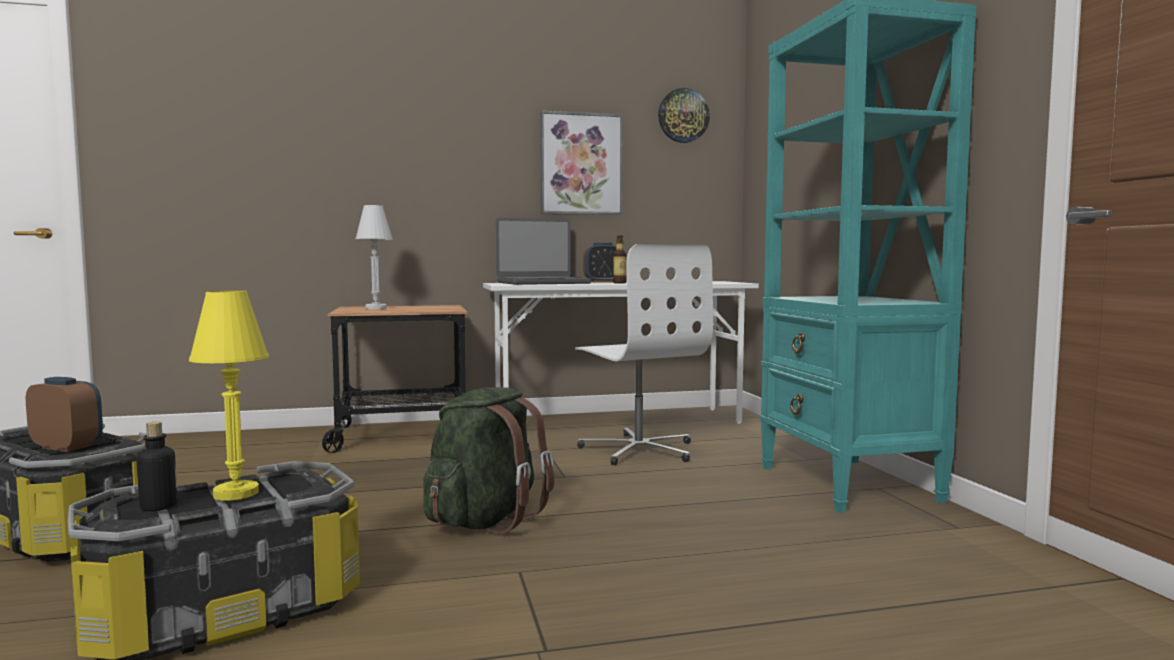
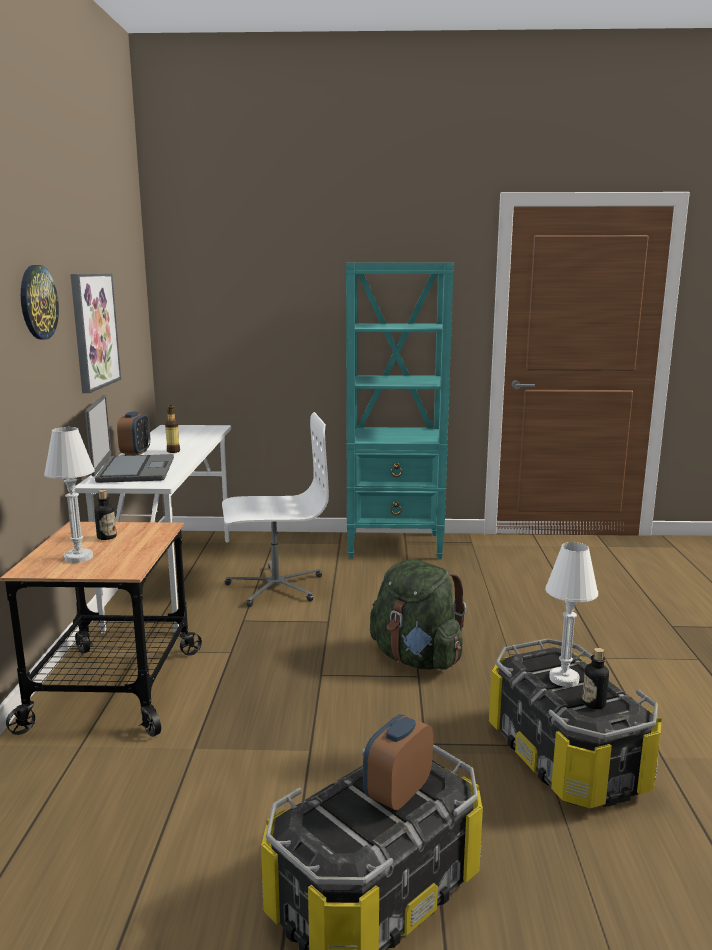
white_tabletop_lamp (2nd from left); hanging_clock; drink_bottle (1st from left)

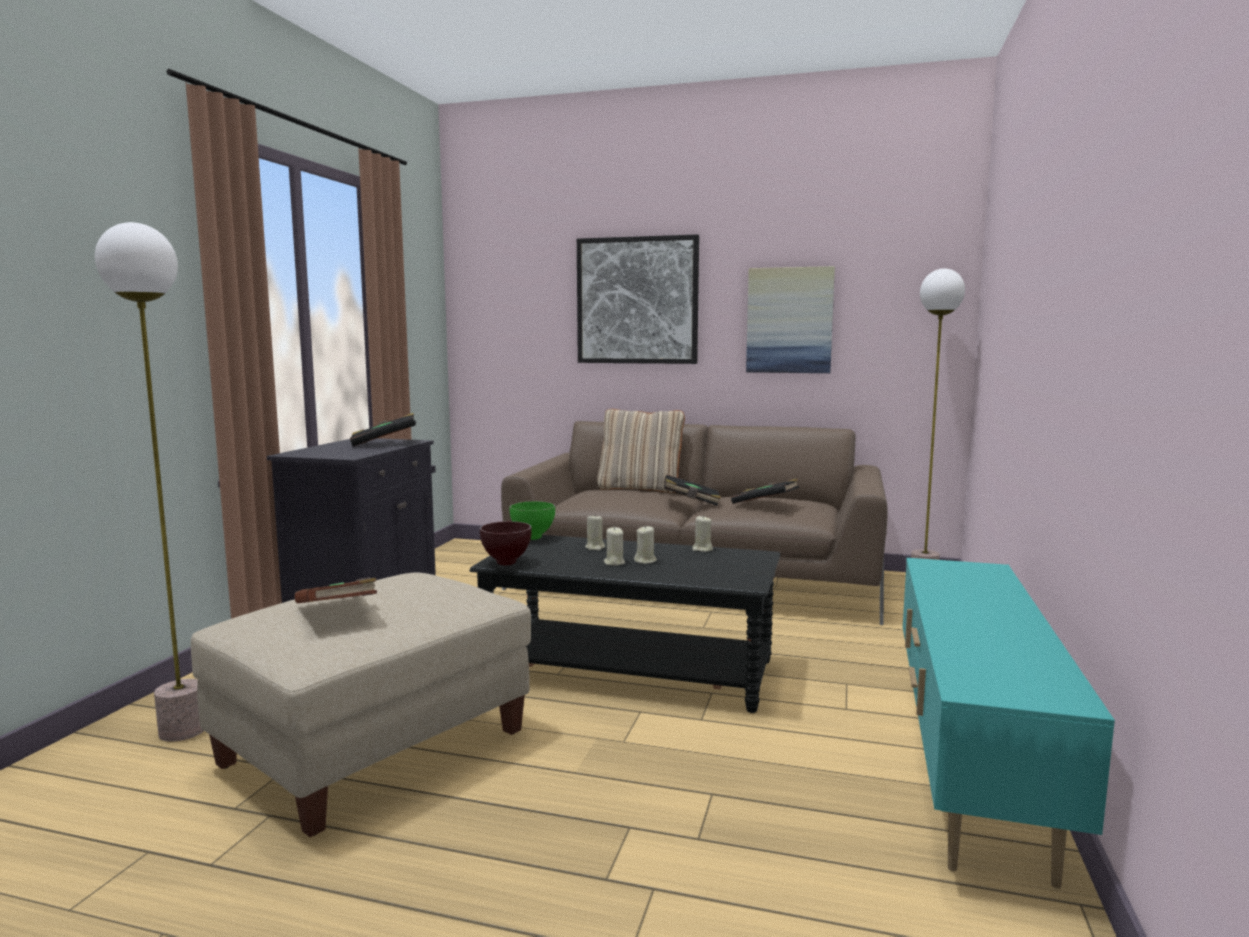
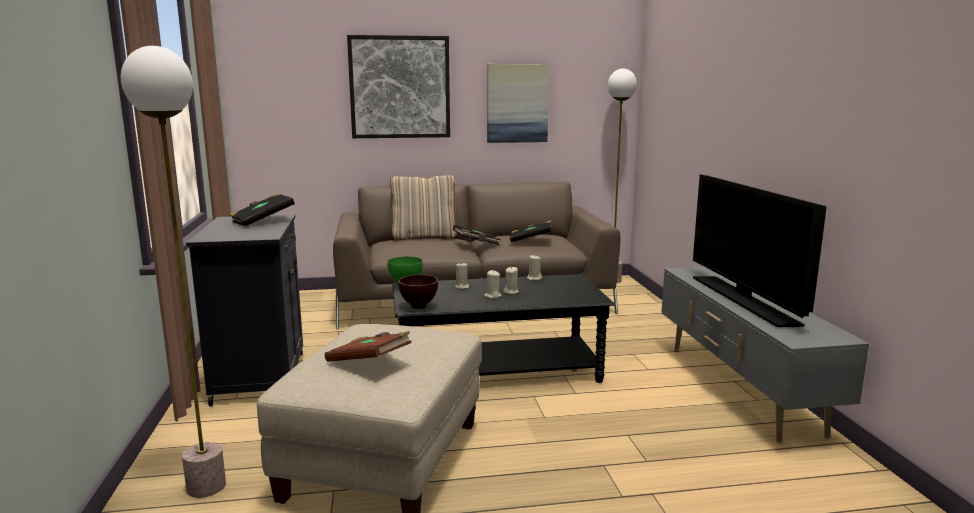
gray_tv_stand; TV_set

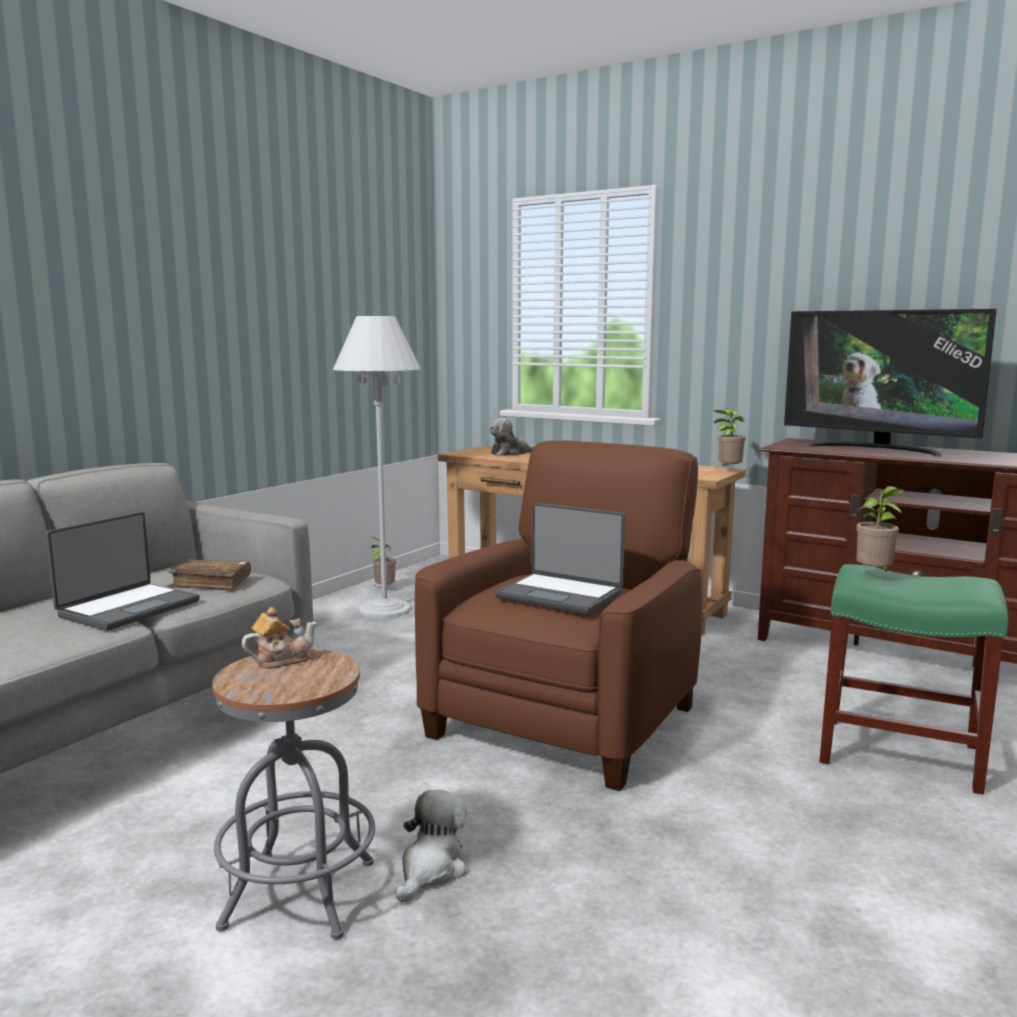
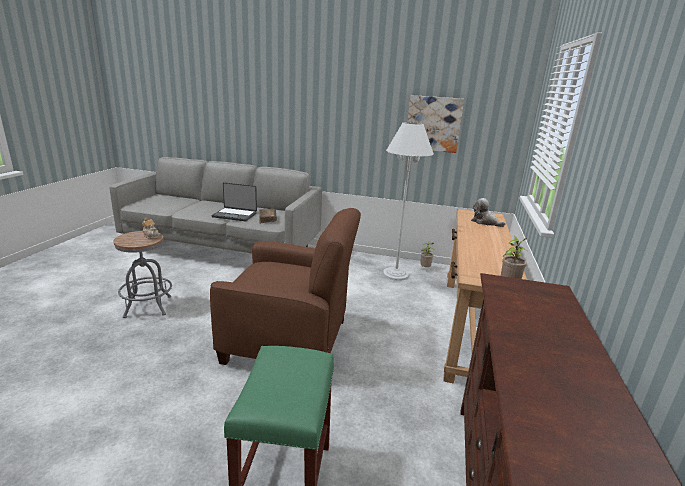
cuddly_toy (1st from left in the first image); portable_computer (2nd from left in the first image); TV_set; houseplant (3rd from left in the first image); picture

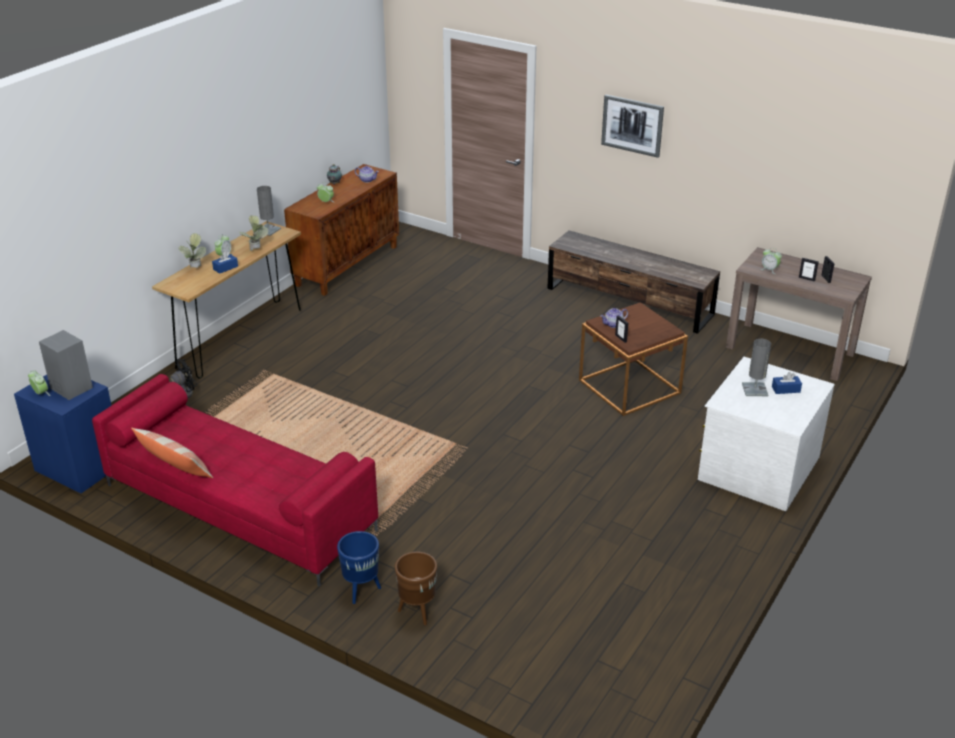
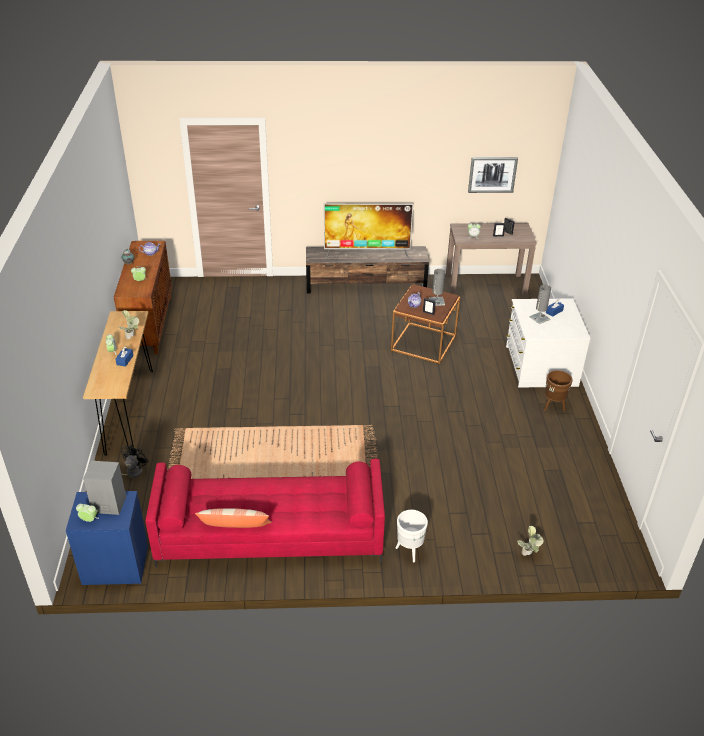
houseplant (2nd from left); gray_tabletop_lamp (1st from left); white_plant_pot; brown_plant_pot; picture; TV_set

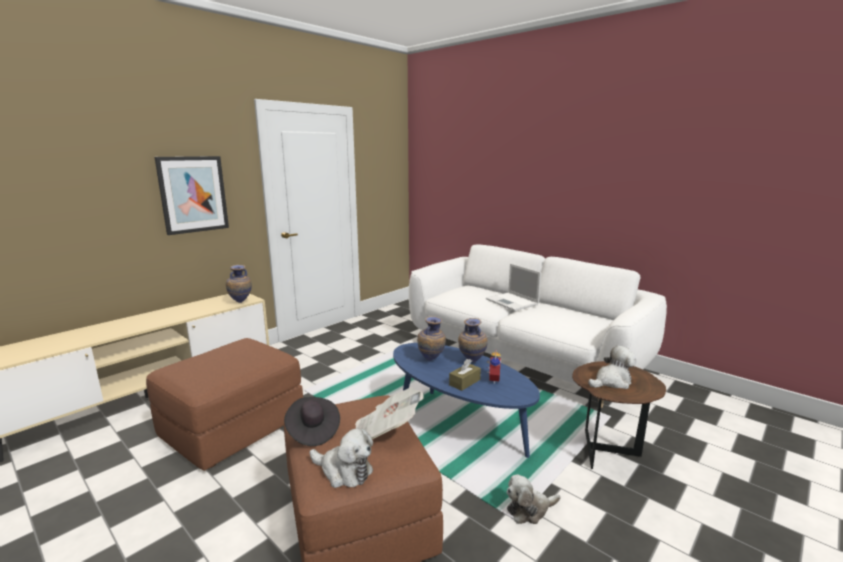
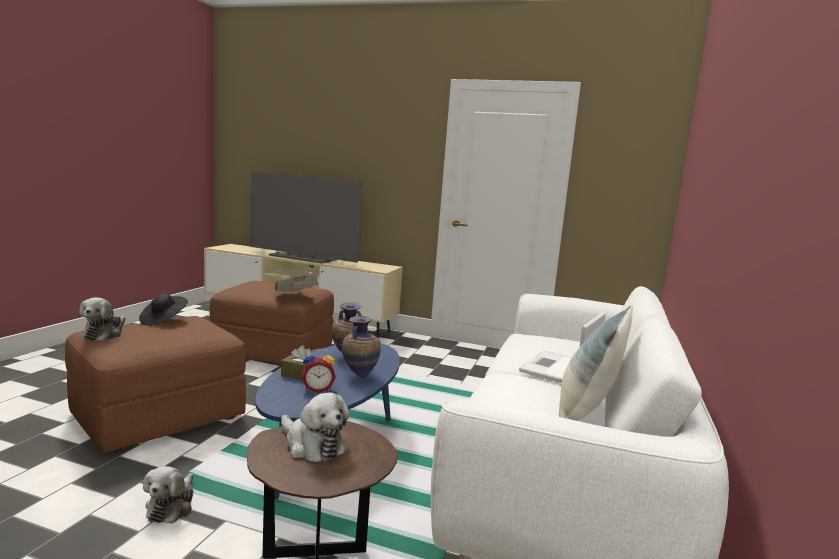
picture; vase (1st from left in the first image); daily_paper; cuddly_toy (2nd from left); TV_set; cushion

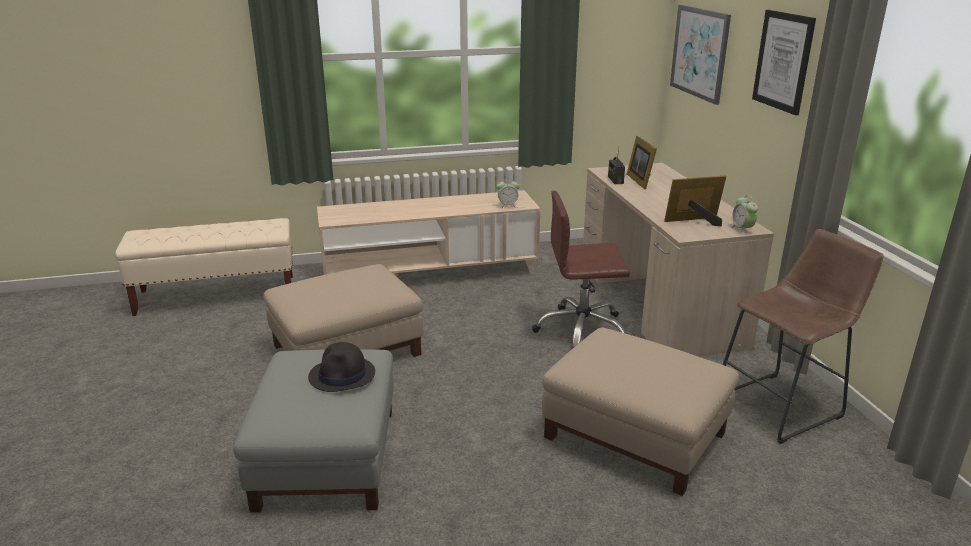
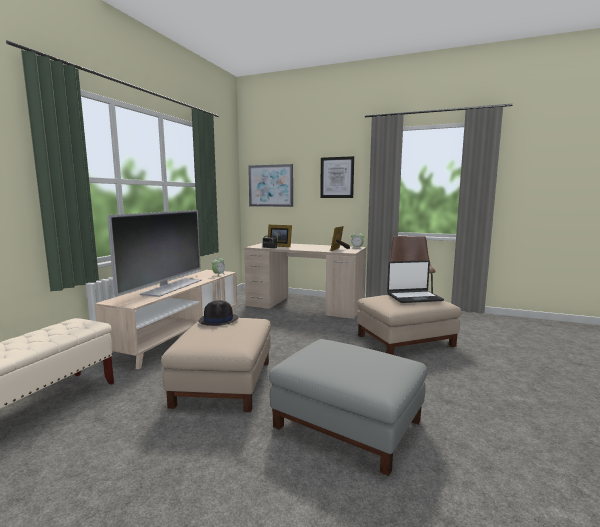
blackish_clothing_hat; brown_desk_chair; TV_set; portable_computer

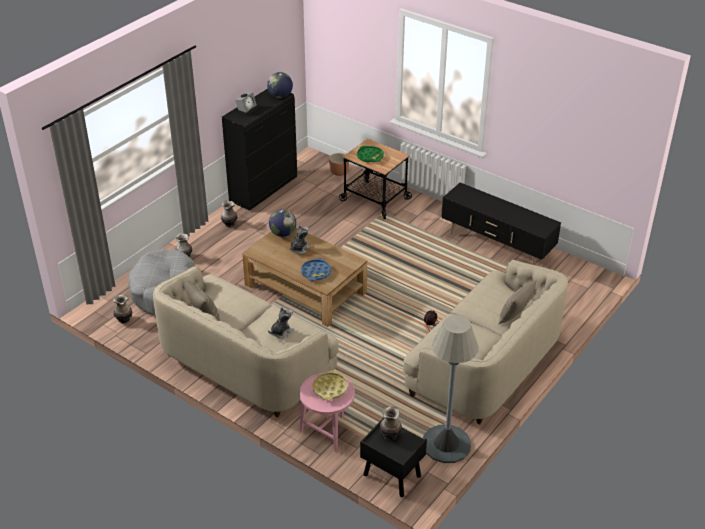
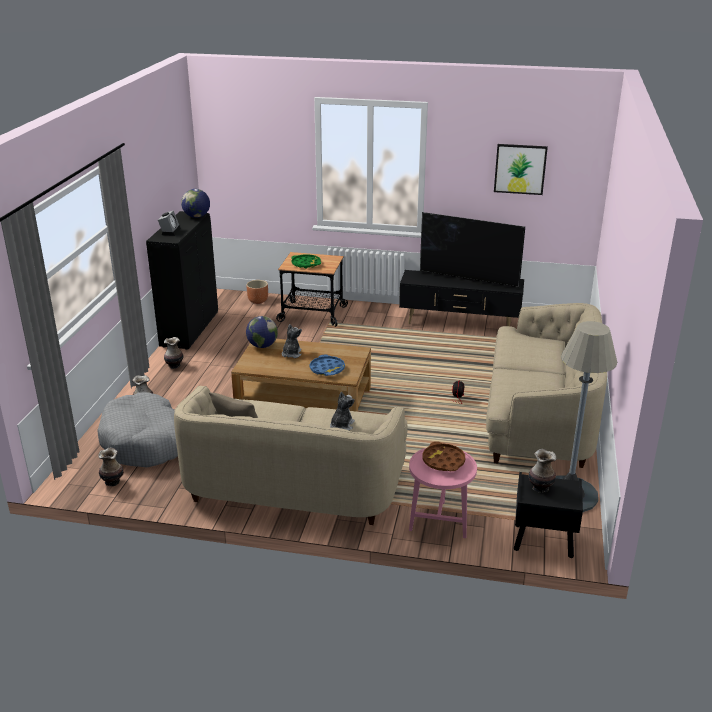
brown_tray; beige-coloured_cushion (2nd from left in the first image); TV_set; picture

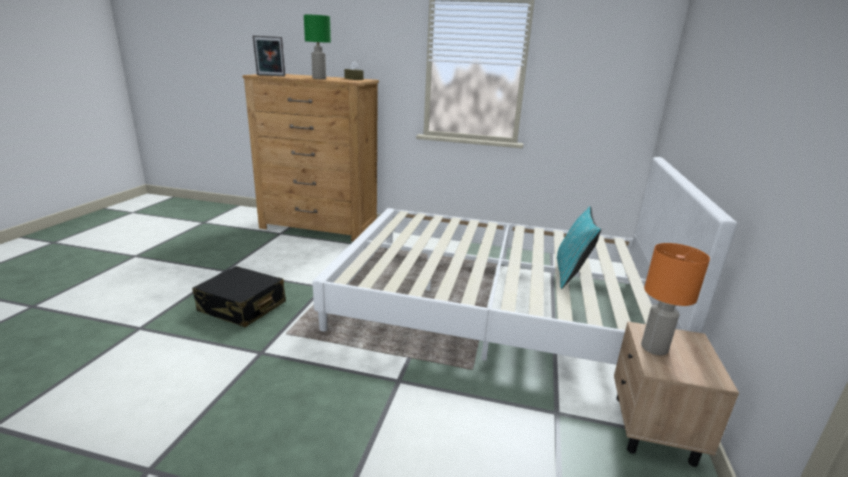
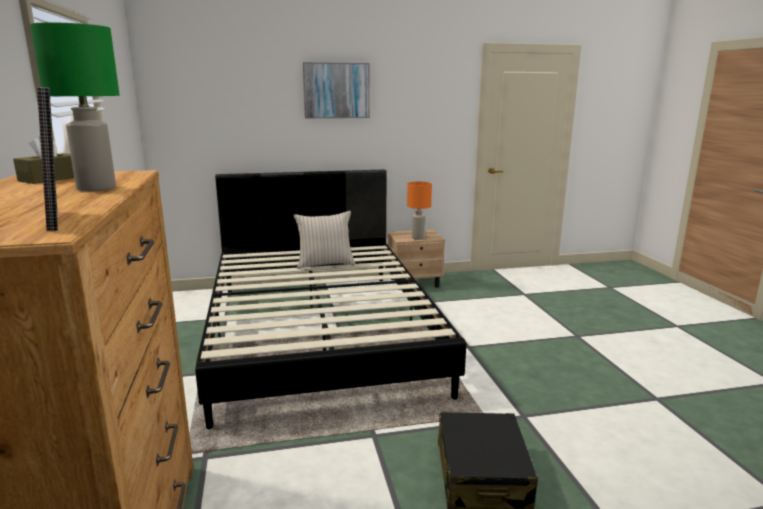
blackish_bedroom_bed; beige-coloured_cushion; picture

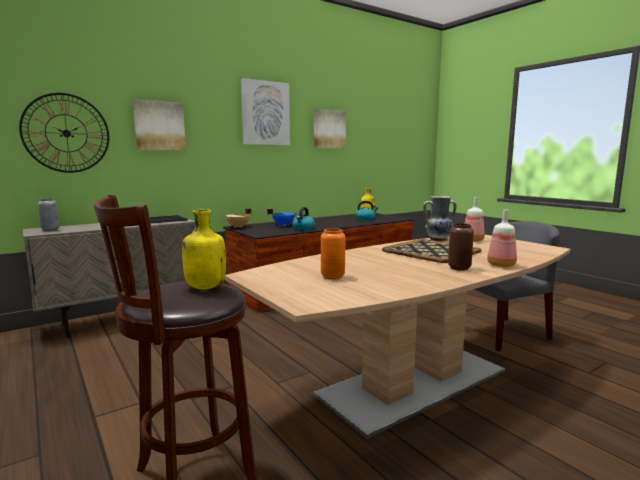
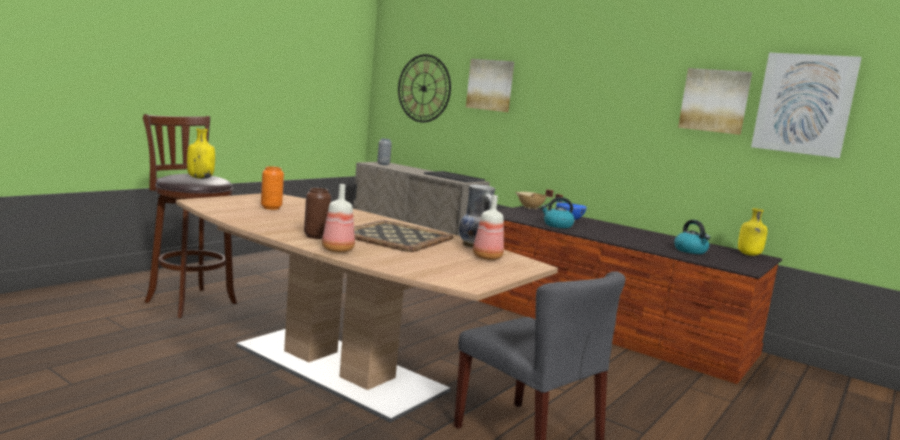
picture (3rd from left)

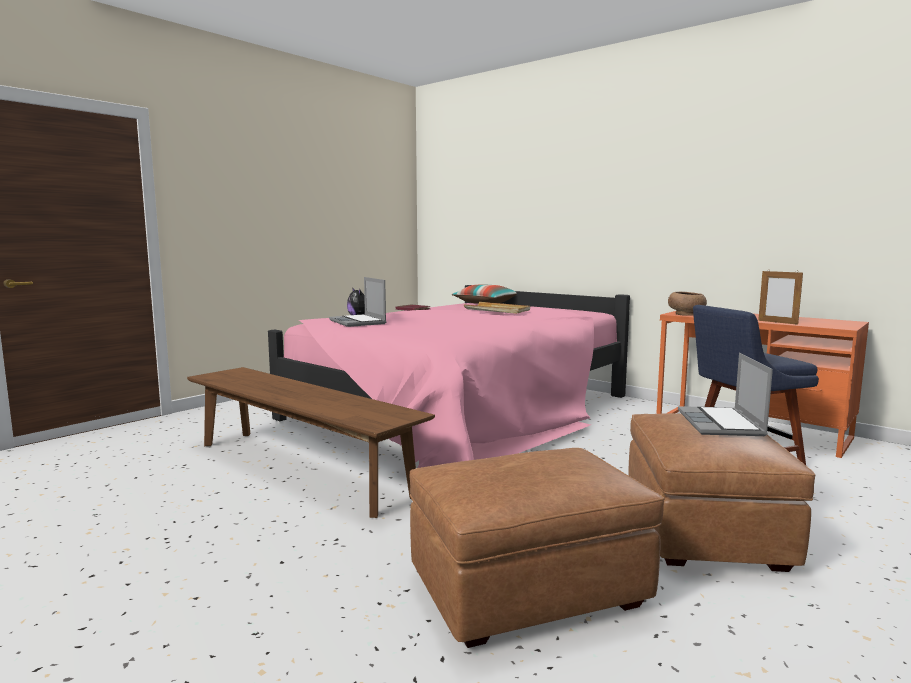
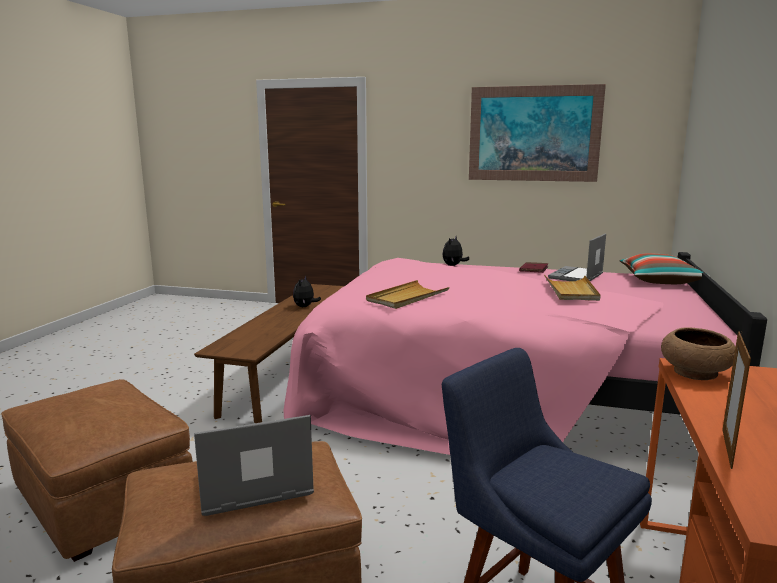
portable_computer (2nd from left); cuddly_toy (1st from left); beige-coloured_tray (1st from left); picture

